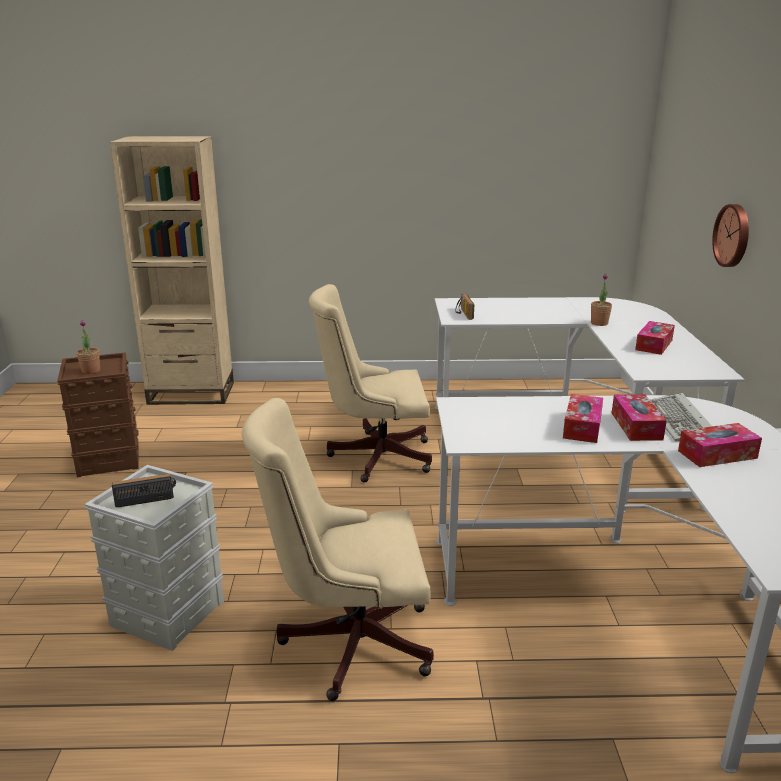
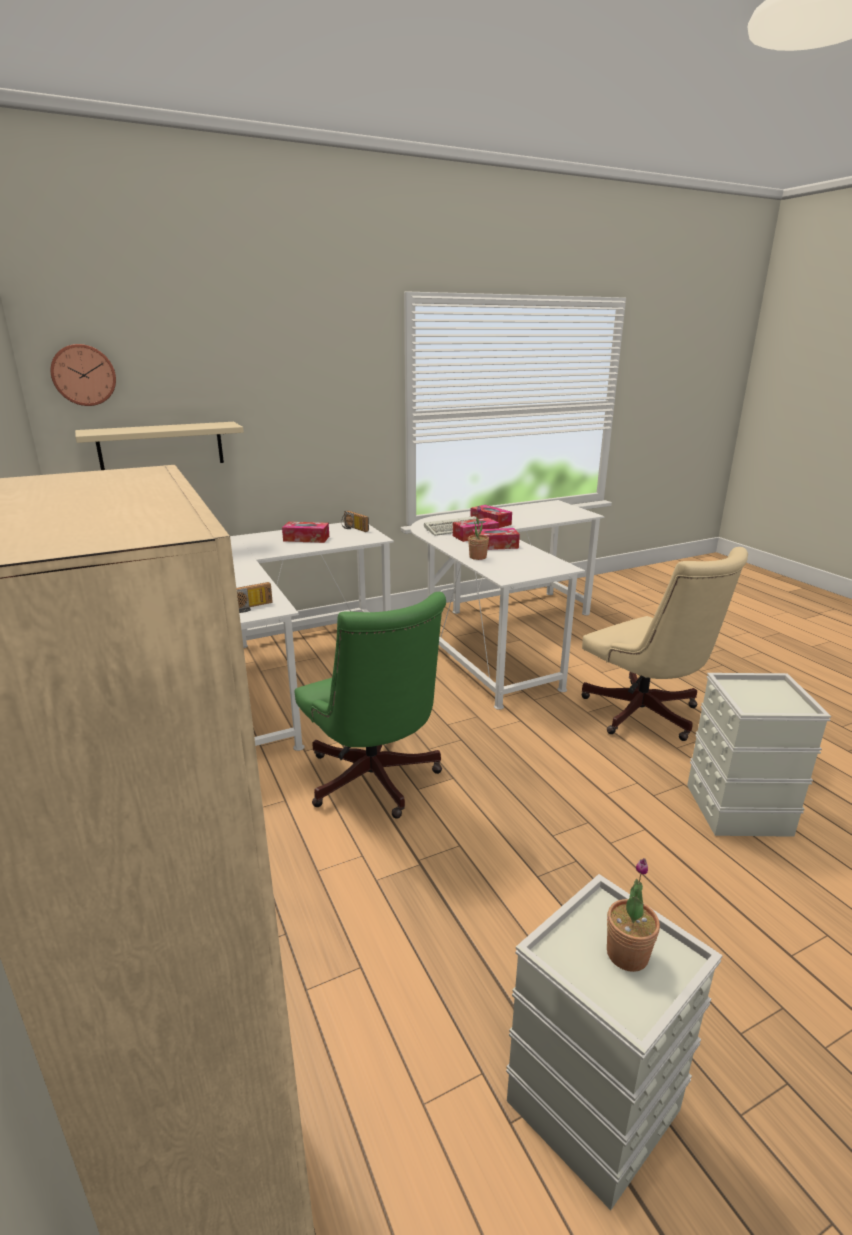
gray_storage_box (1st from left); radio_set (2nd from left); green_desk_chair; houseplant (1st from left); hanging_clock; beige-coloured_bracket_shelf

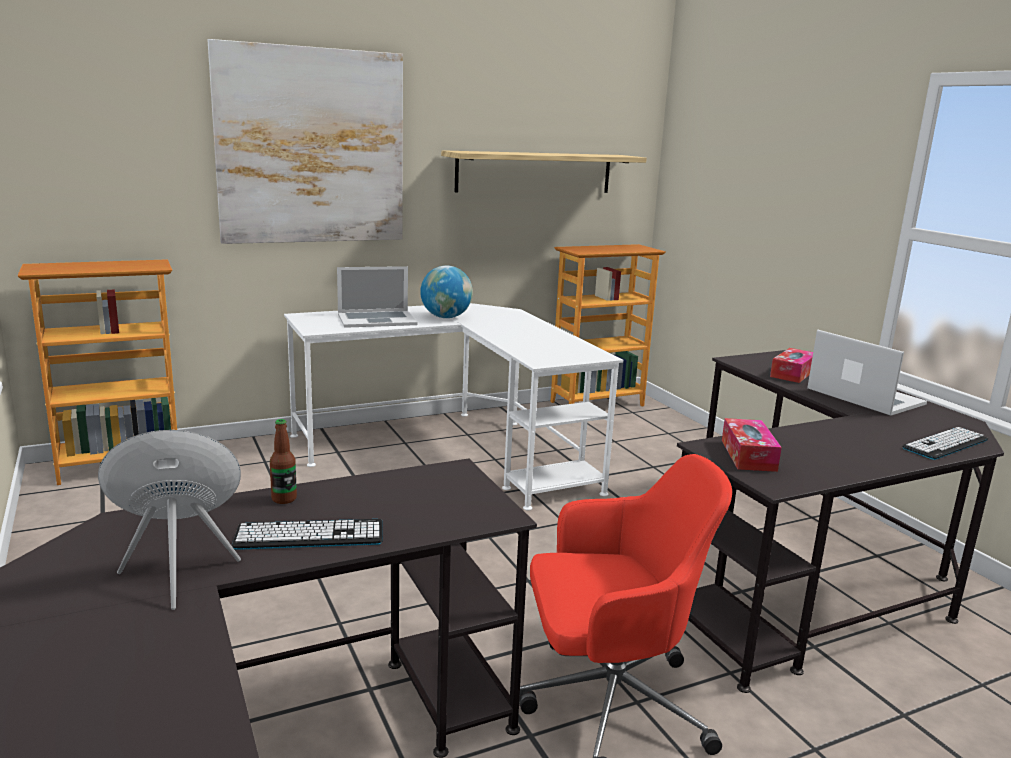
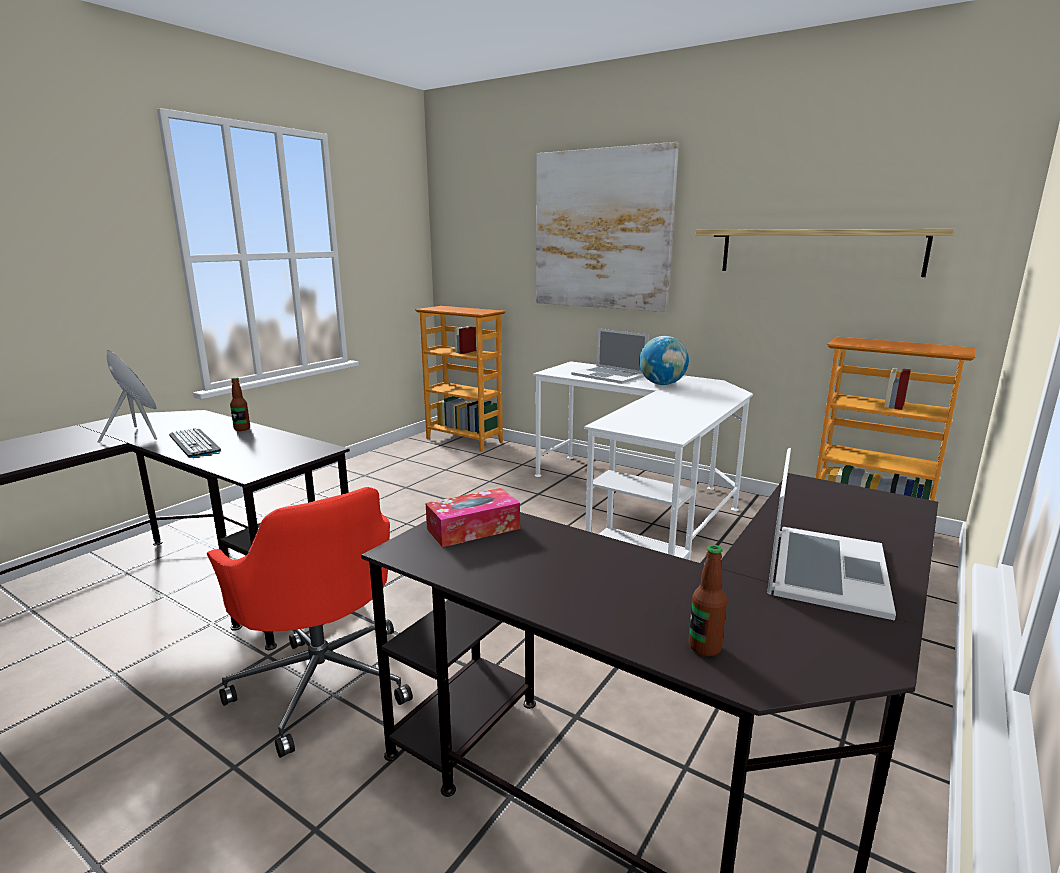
box_of_tissues (2nd from left in the first image); drink_bottle (2nd from left)

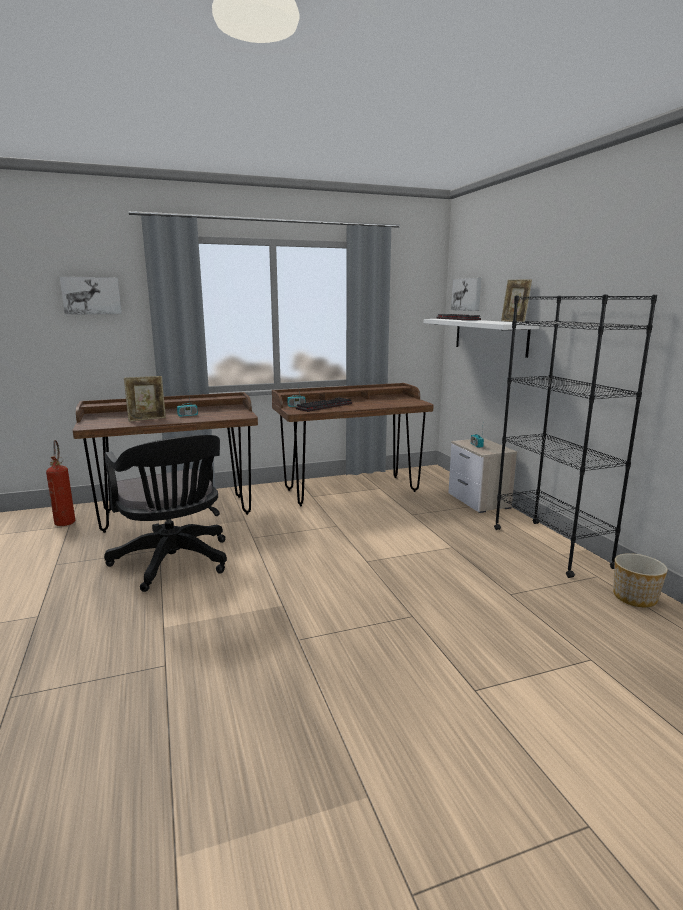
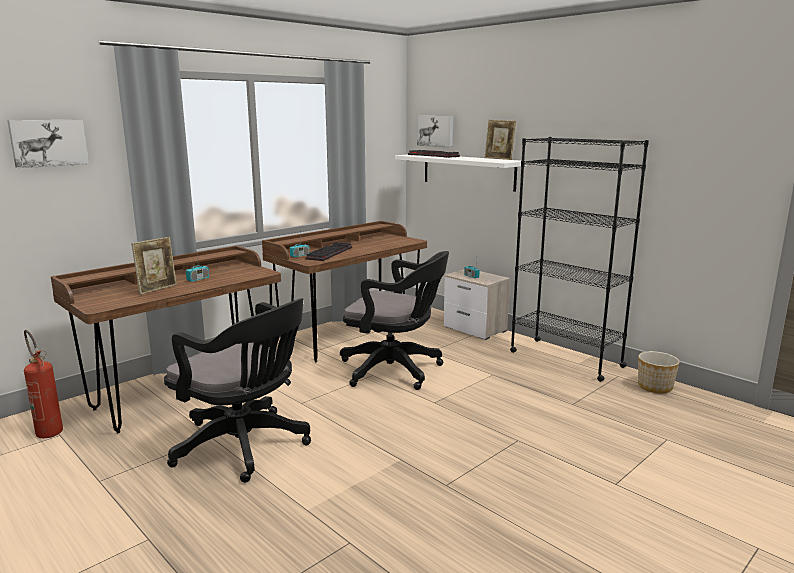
blackish_desk_chair (2nd from left)

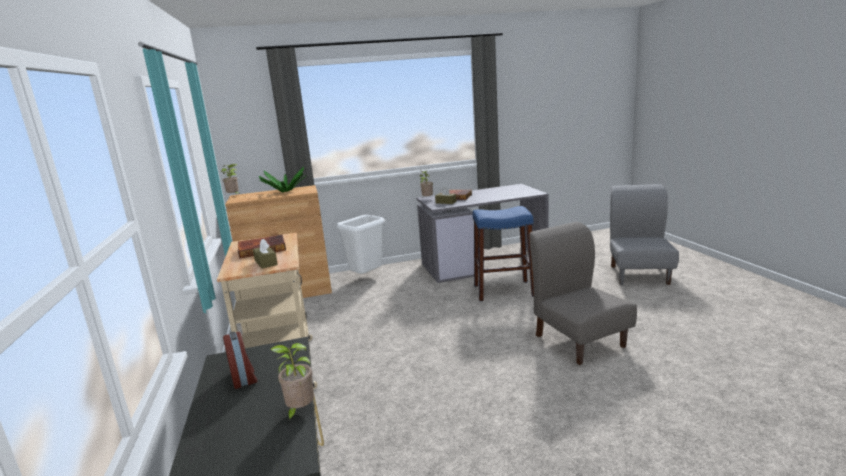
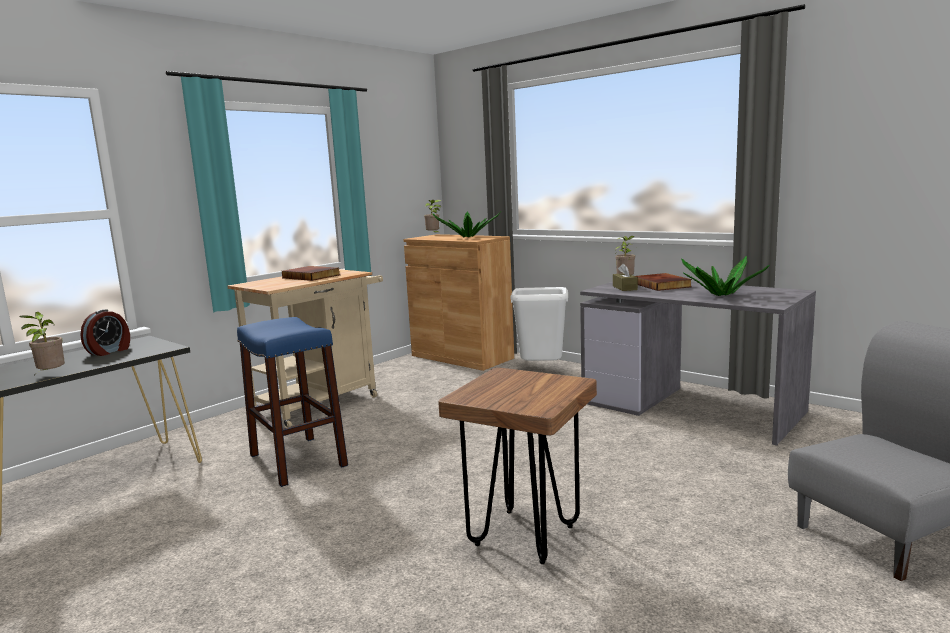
brown_box_of_tissues (1st from left in the first image); blue-coloured_stool; brown_stool; houseplant (5th from left)

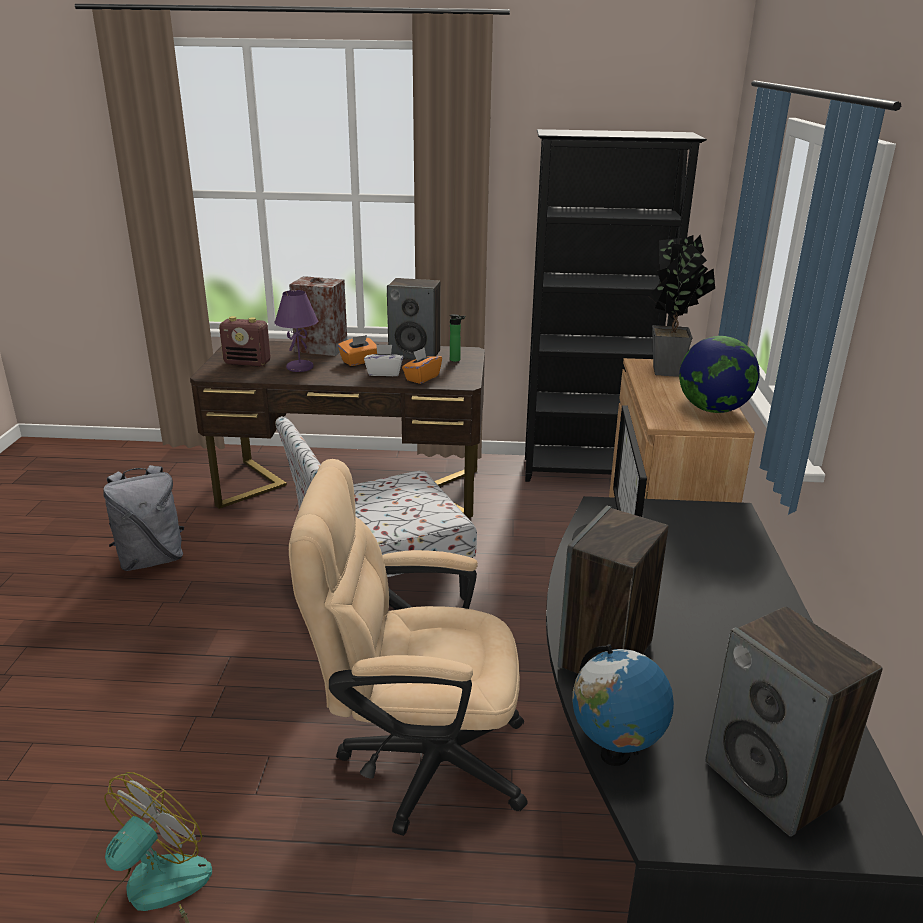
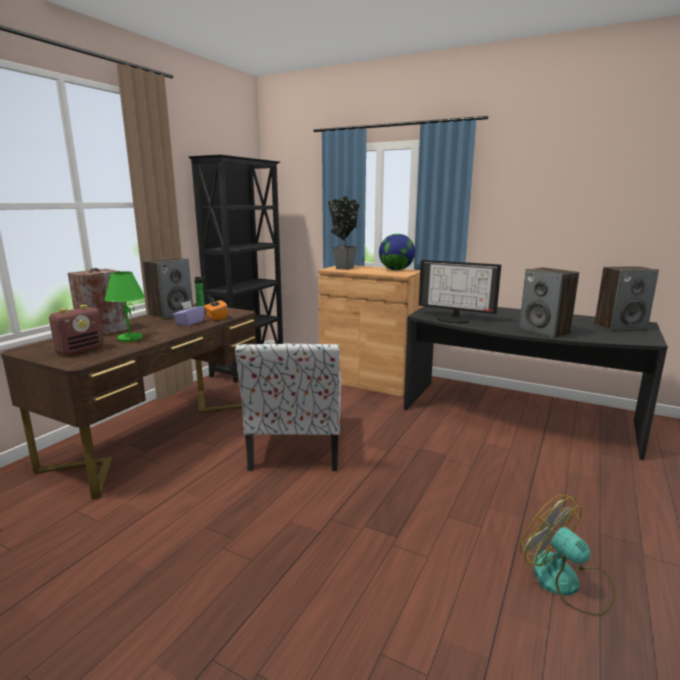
gray_knapsack; green_tabletop_lamp; beige-coloured_desk_chair; orange-coloured_box_of_tissues (1st from left in the first image); purple-coloured_box_of_tissues; world_globe (1st from left in the first image)

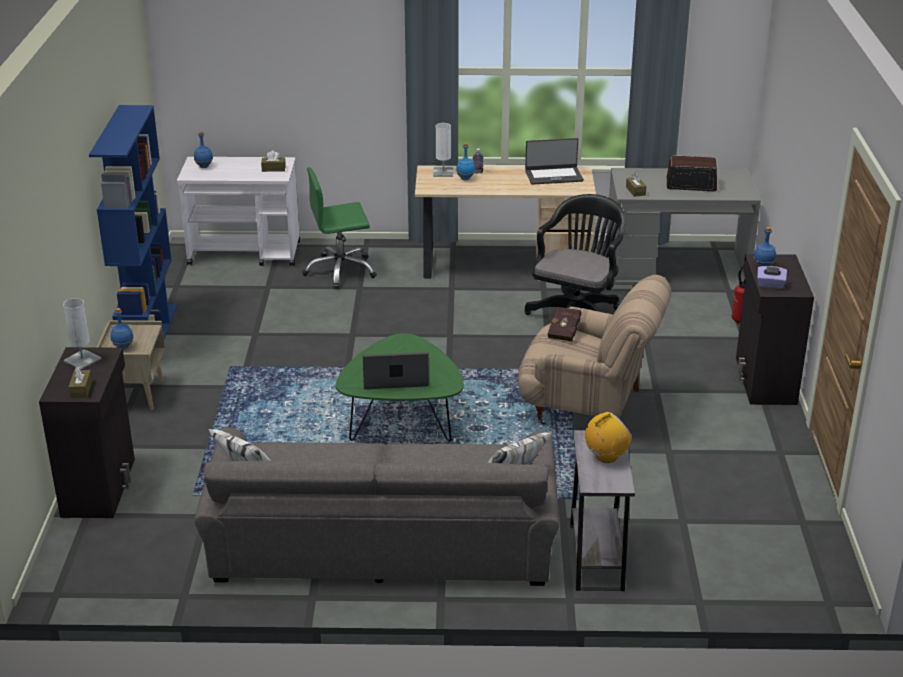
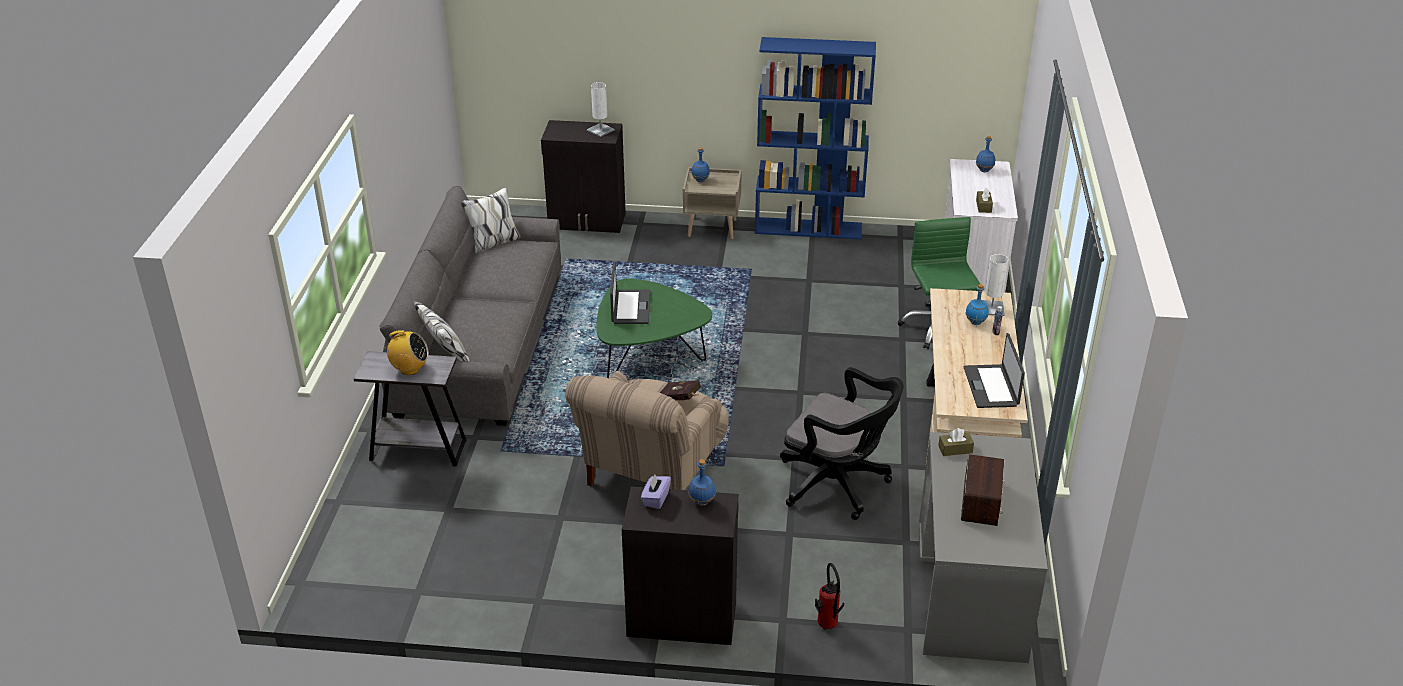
brown_box_of_tissues (1st from left in the first image); radio_set (1st from left)

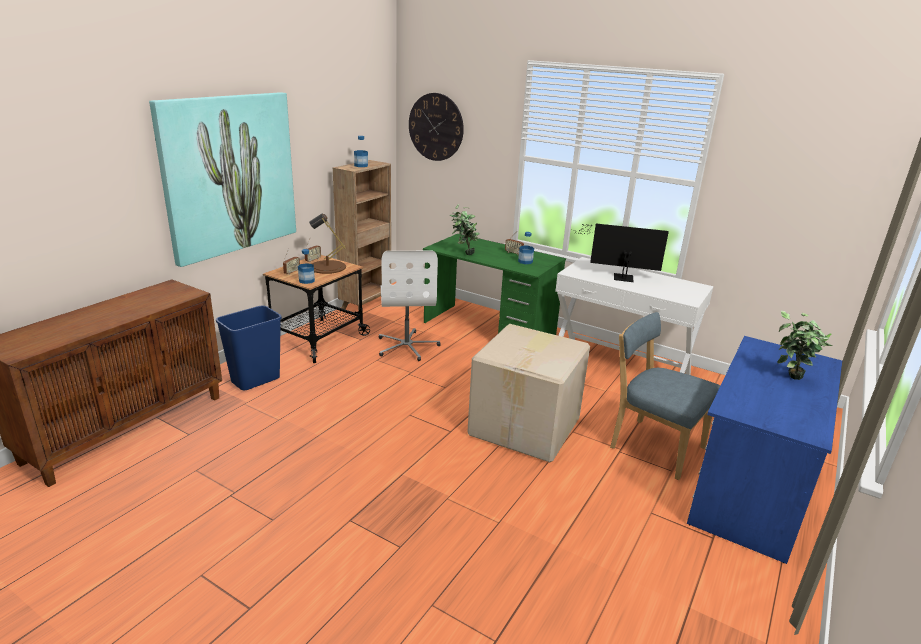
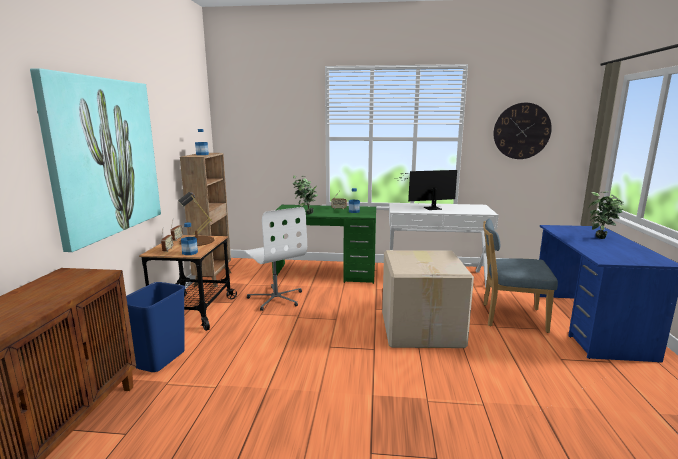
hanging_clock

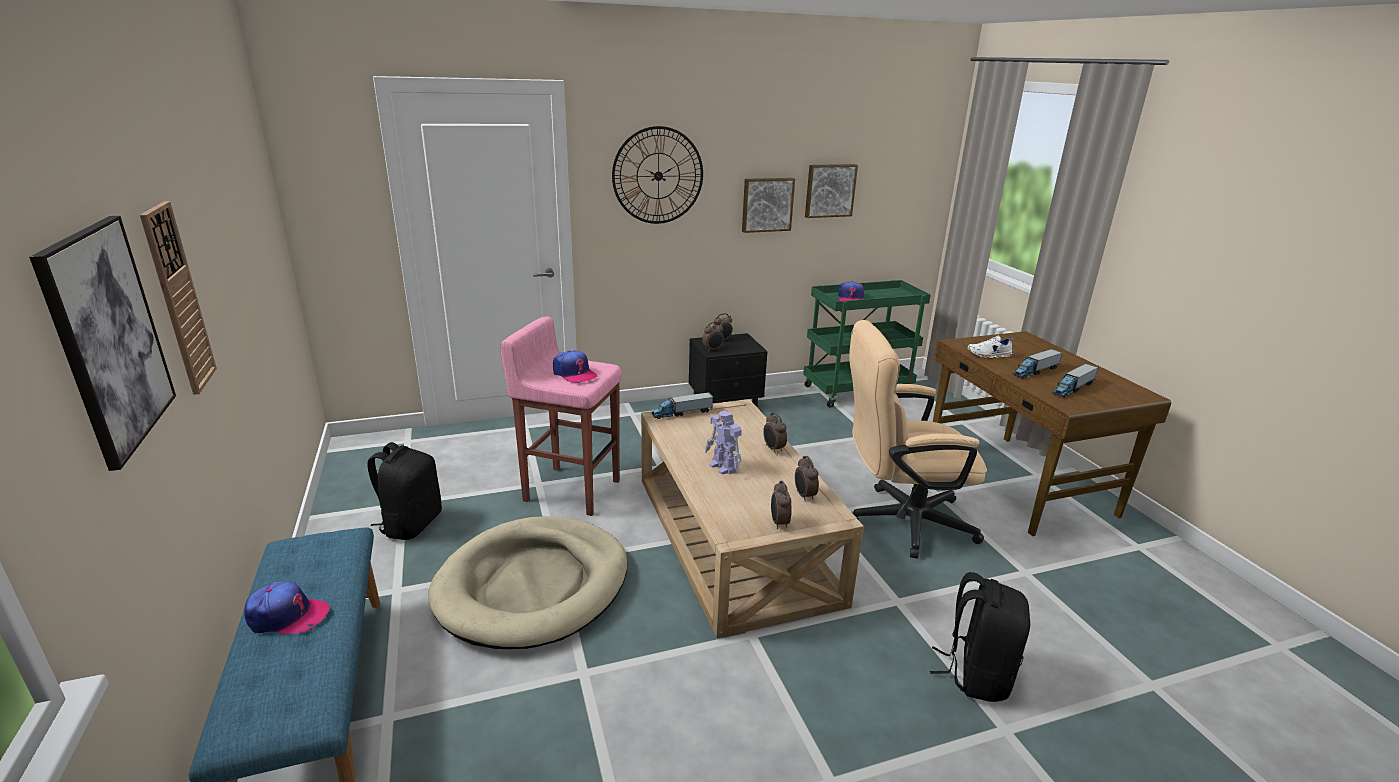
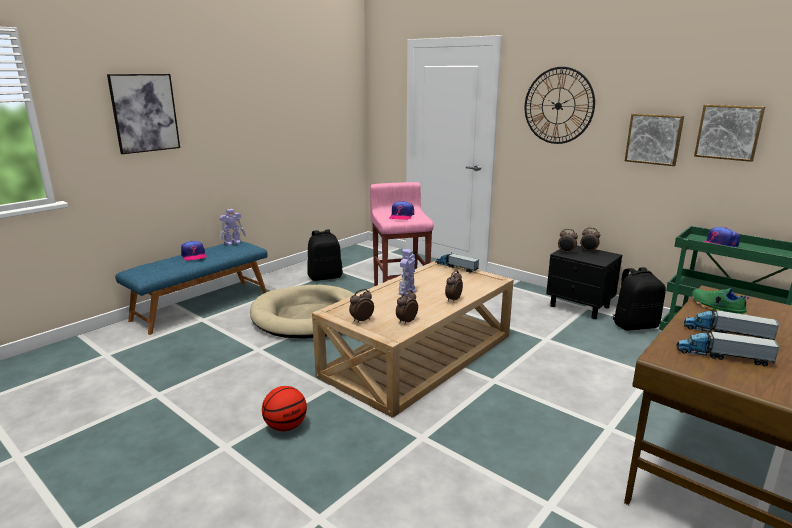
hanging_clock (1st from left in the first image); beige-coloured_desk_chair; blackish_knapsack (2nd from left); green_low_shoe; toy_robot (1st from left); basketball_ball

